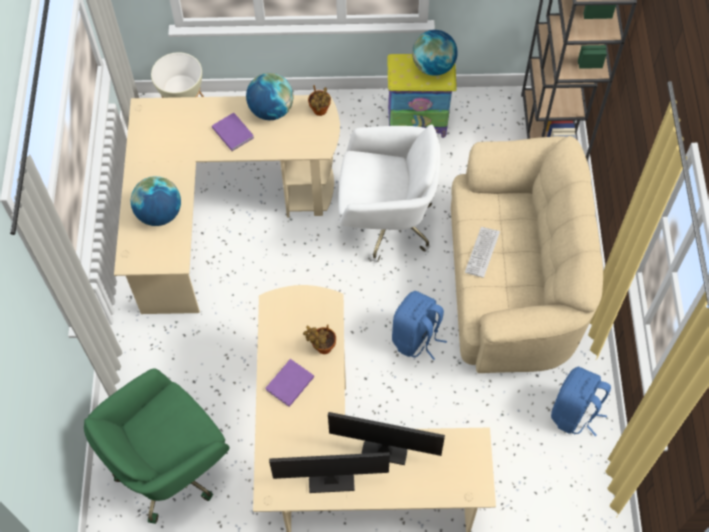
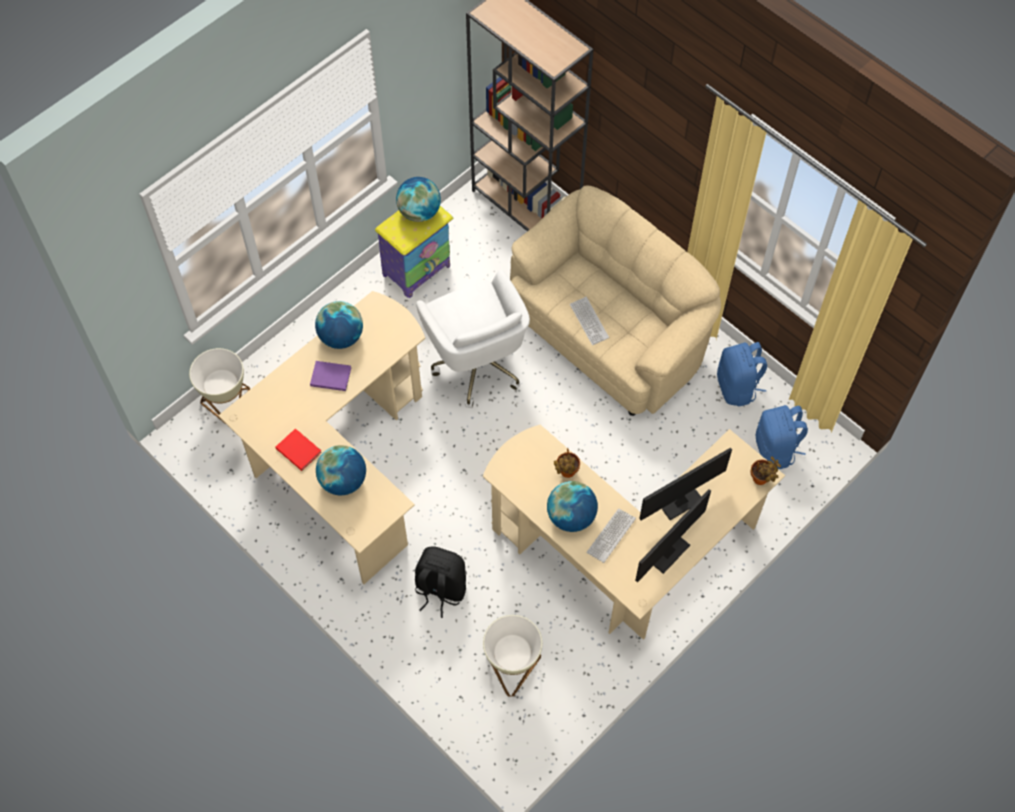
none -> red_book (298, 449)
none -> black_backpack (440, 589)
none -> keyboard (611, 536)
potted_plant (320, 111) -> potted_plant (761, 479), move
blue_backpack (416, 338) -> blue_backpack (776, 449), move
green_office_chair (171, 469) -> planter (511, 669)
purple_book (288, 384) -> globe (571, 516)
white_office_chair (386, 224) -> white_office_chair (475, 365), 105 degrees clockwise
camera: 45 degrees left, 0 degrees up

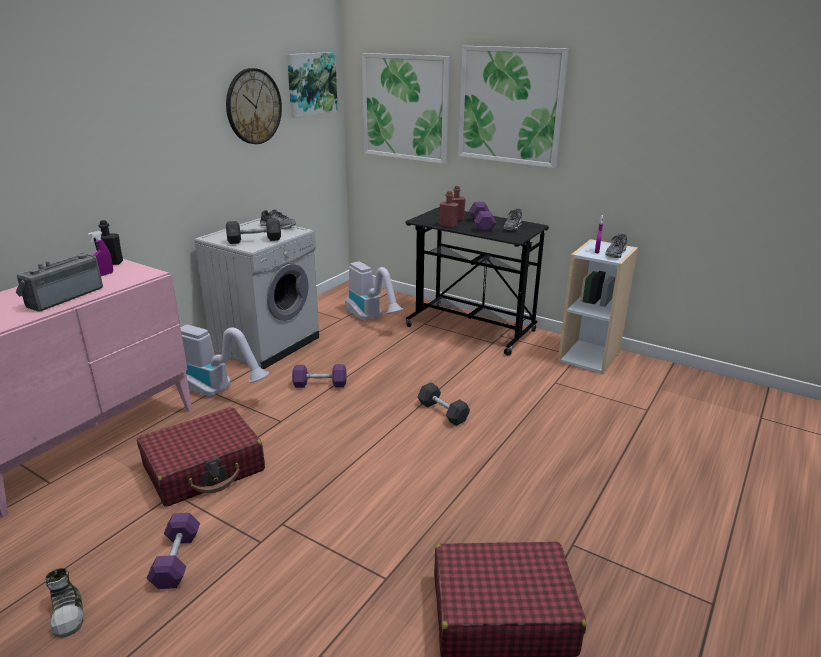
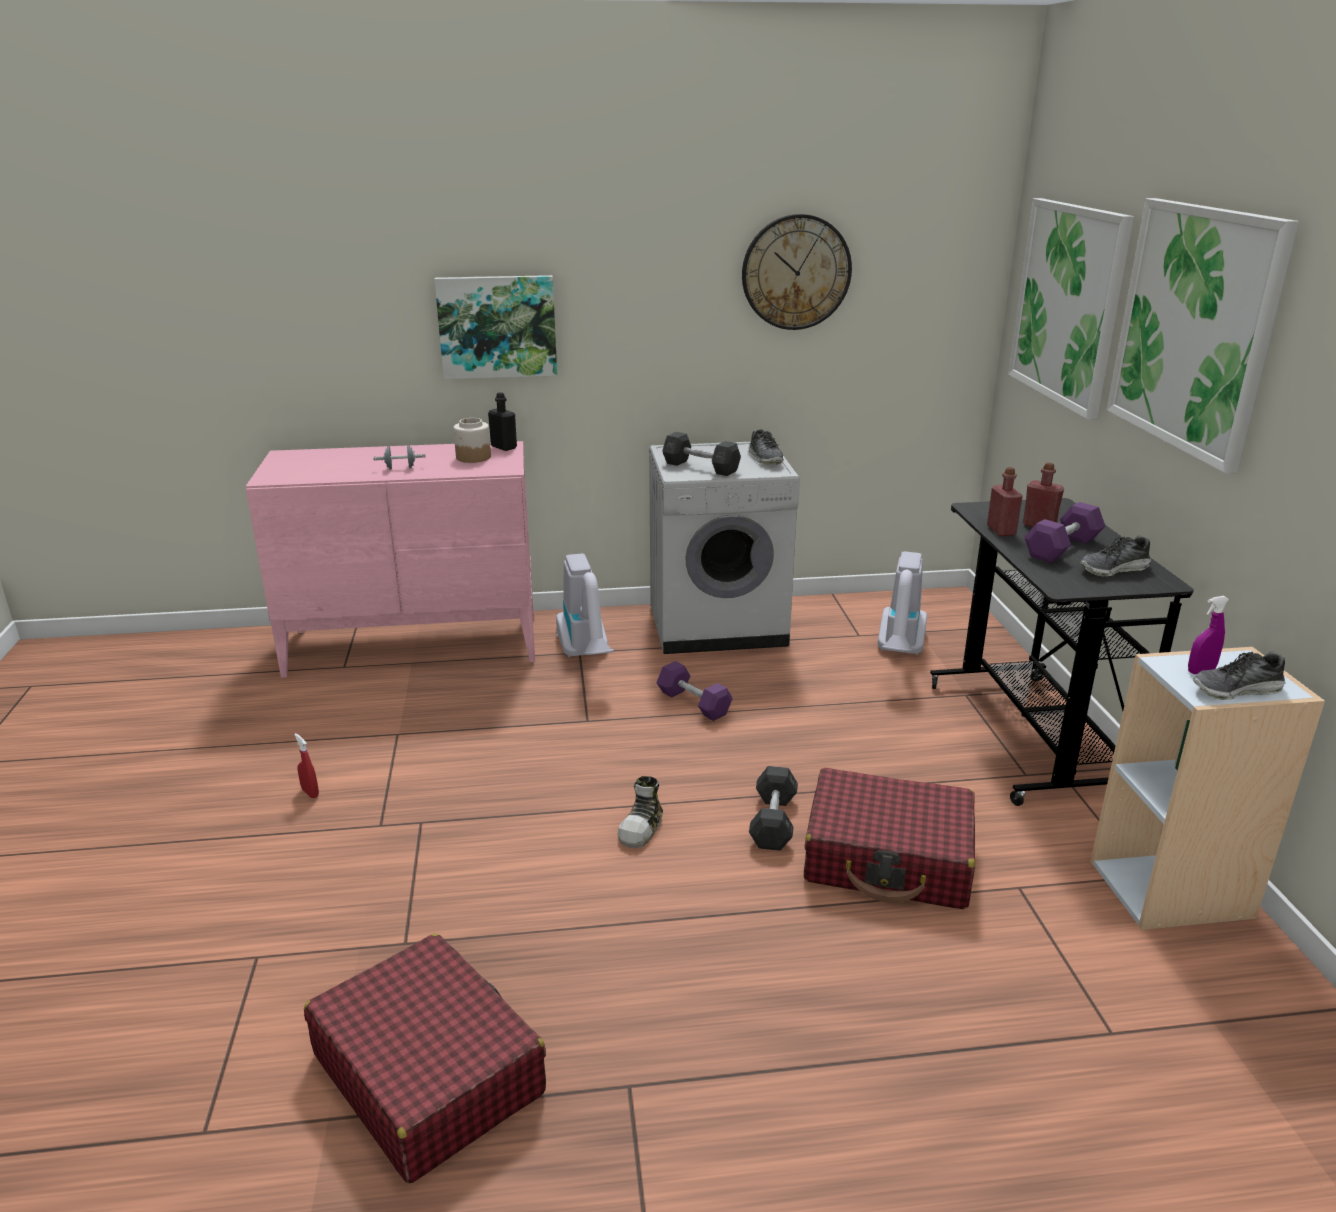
shoe (68, 613) -> shoe (642, 828), move
red_suitcase (204, 468) -> red_suitcase (888, 858), move
picture (311, 84) -> picture (497, 326), move
radio (63, 297) -> grey_dumbbell (400, 468)
purple_spray_bottle (104, 274) -> jar (473, 457)
purple_dumbbell (176, 560) -> red_spray_bottle (310, 793)
camera: 50 degrees right, 0 degrees up

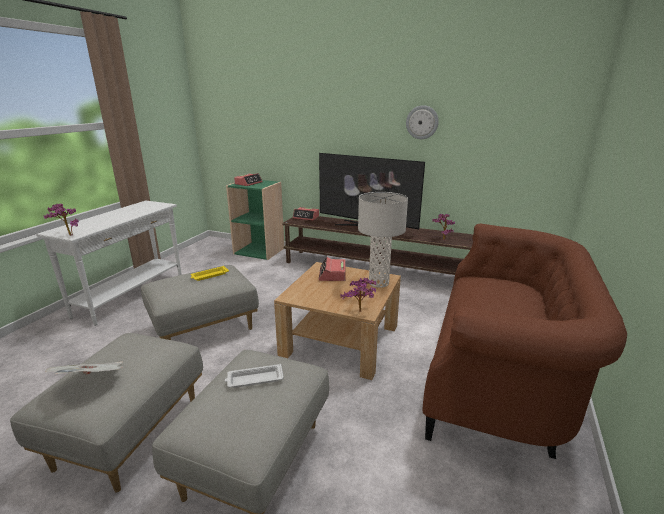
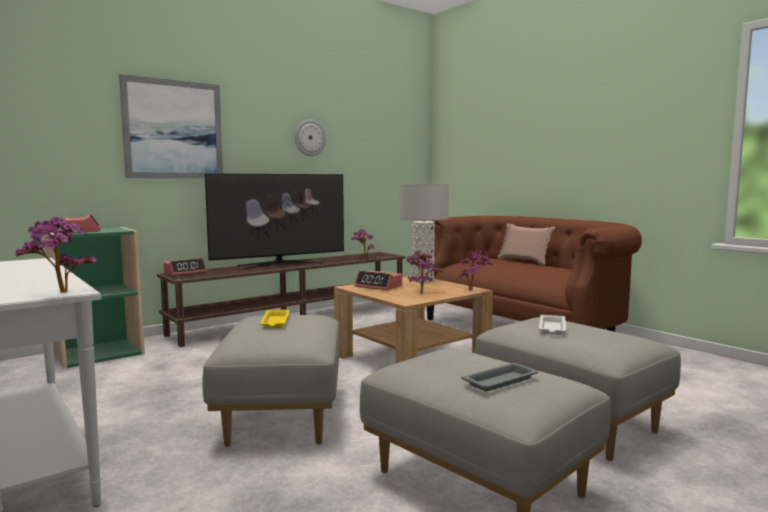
none -> picture (173, 129)
none -> potted_plant (421, 293)
none -> beige_pillow (524, 261)
newspaper (93, 381) -> grey_tray (501, 381)
camera: 60 degrees left, 15 degrees down

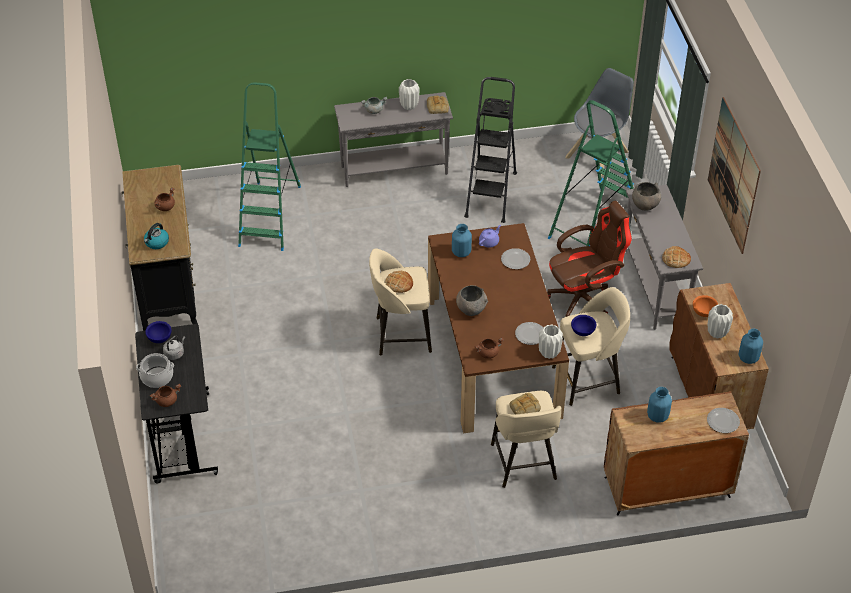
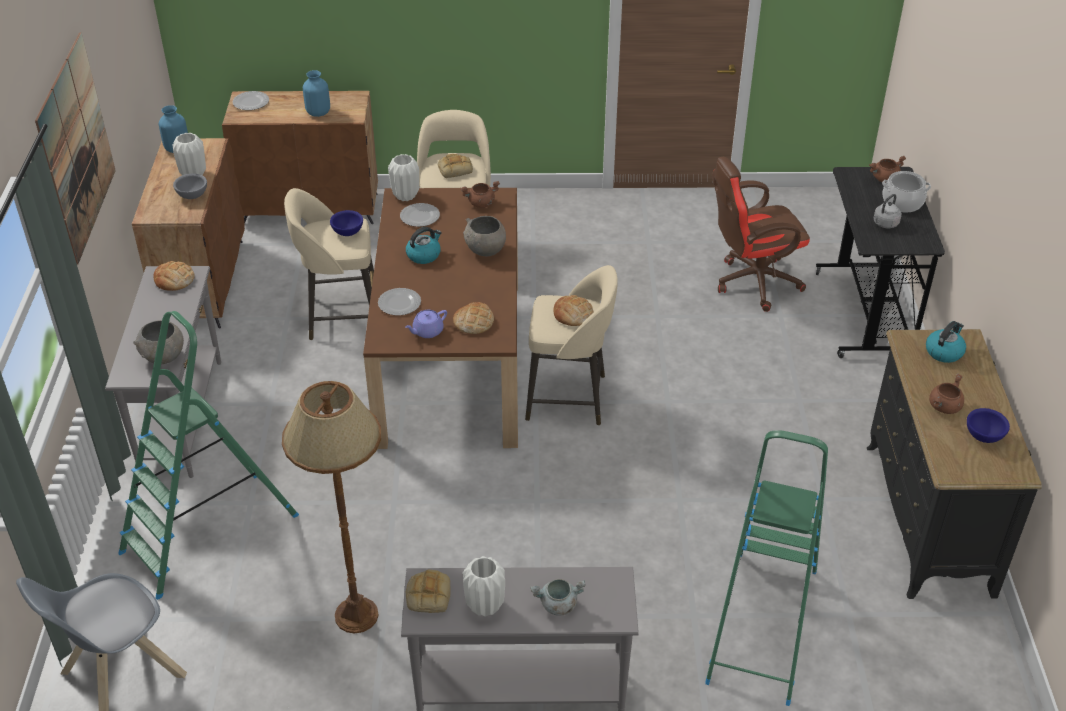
none -> kettle (424, 255)
blue_bowl (160, 338) -> blue_bowl (983, 436), move
brown_office_chair (584, 299) -> brown_office_chair (750, 284), move
blue_vase (461, 252) -> bread (473, 322)
step_ladder (491, 193) -> brown_floor_lamp (356, 615)
orange_bowl (703, 312) -> grey_bowl (192, 196)
camera: 170 degrees left, 5 degrees down

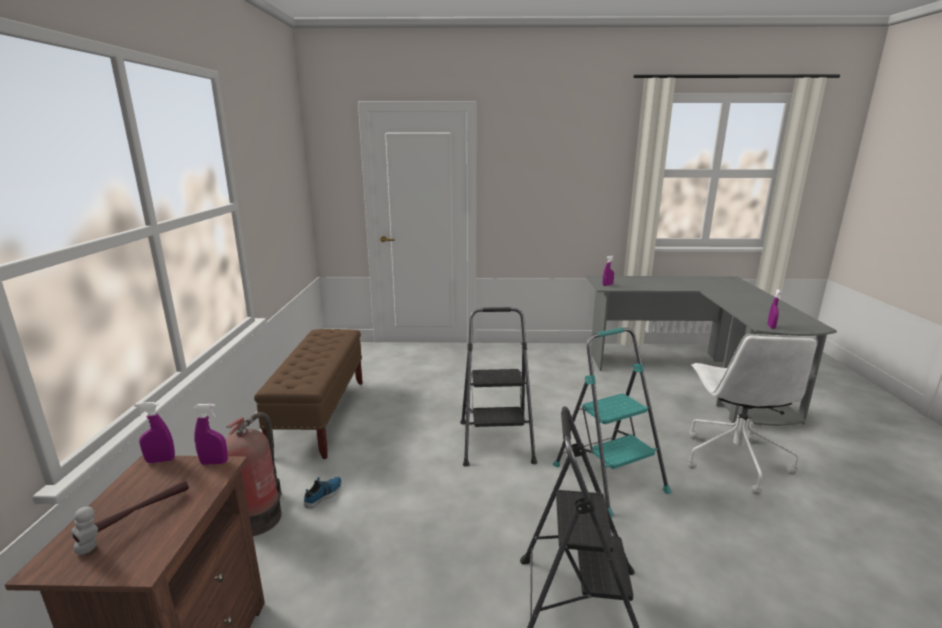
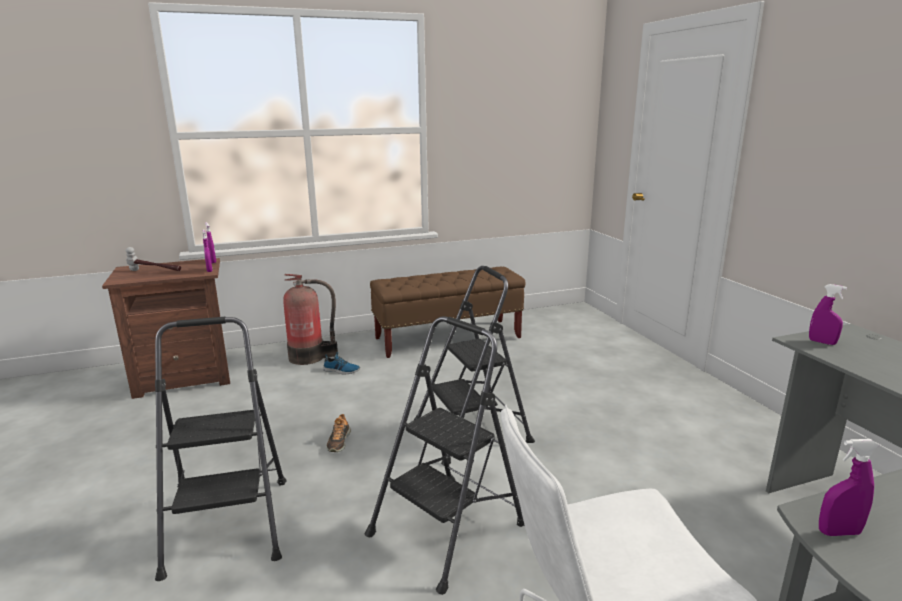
none -> shoe (338, 442)
turquoise_step_ladder (607, 475) -> black_step_ladder (450, 526)
camera: 70 degrees right, 0 degrees up

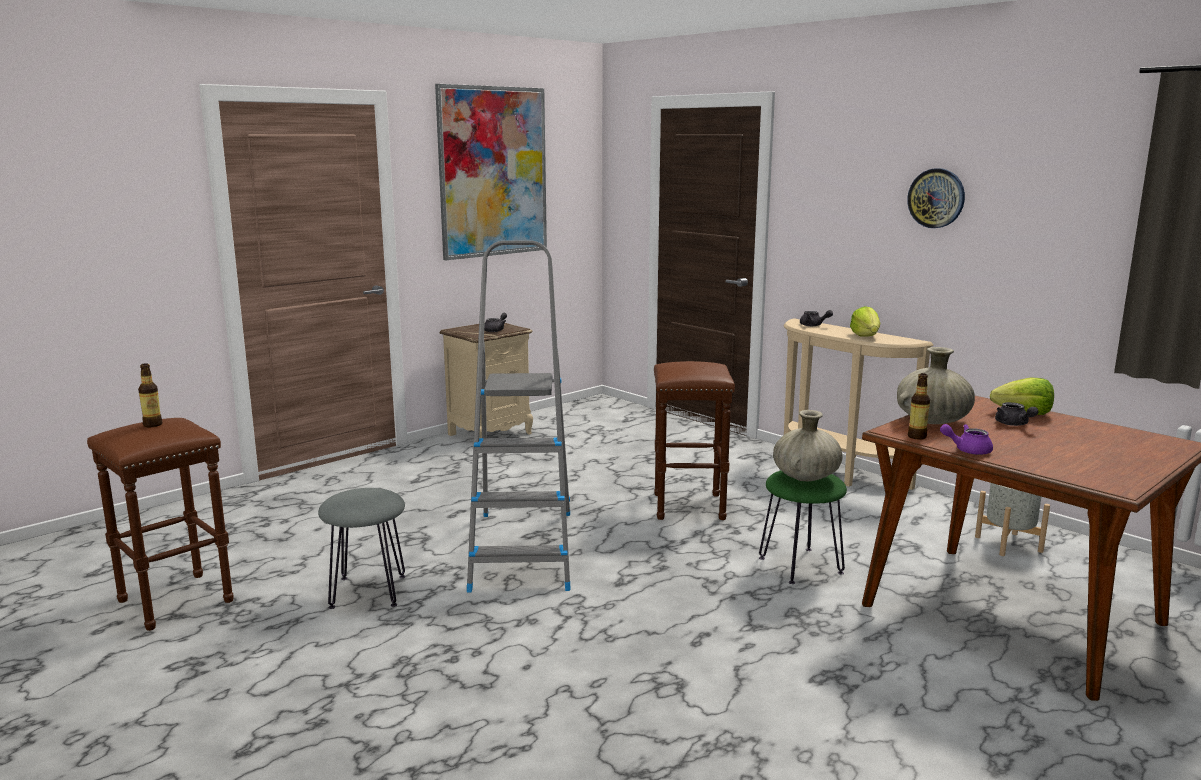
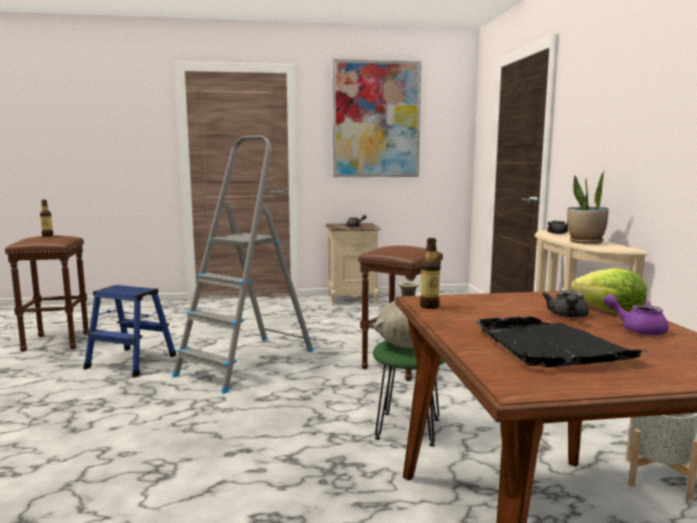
beige_vase (932, 421) -> none
wall_clock (936, 198) -> none
none -> black_tray (550, 347)
purple_teapot (967, 450) -> purple_teapot (637, 329), move
grey_stool (368, 591) -> blue_step_ladder (131, 361)
lettuce (866, 336) -> potted_plant (585, 242)
camera: 35 degrees right, 5 degrees down

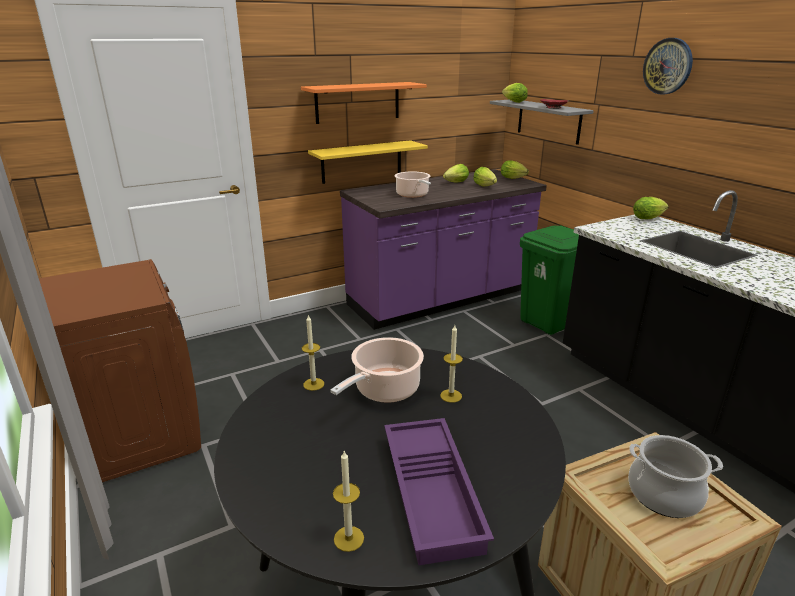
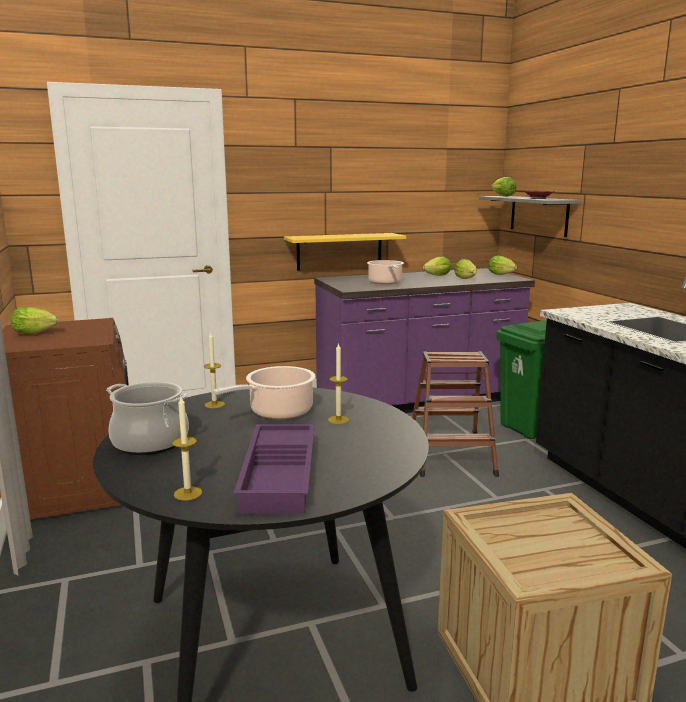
orange_shelf (357, 102) -> none
wall_clock (668, 66) -> none
none -> brown_step_ladder (450, 453)
cooking_pot (664, 495) -> cooking_pot (150, 442), move
lettuce (649, 218) -> lettuce (37, 333), move
camera: 10 degrees right, 10 degrees down

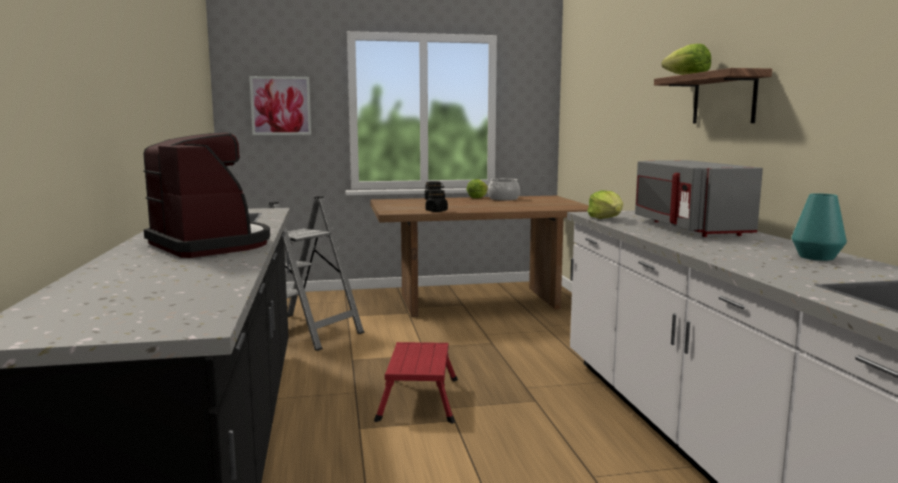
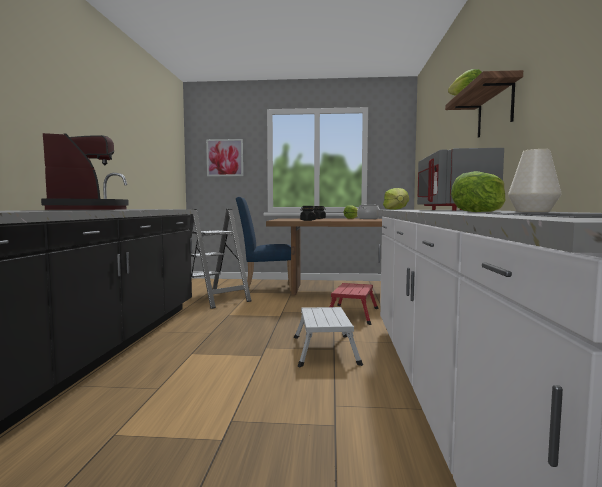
none -> blue_chair (264, 287)
none -> white_step_ladder (325, 350)
none -> lettuce (479, 212)
red_step_ladder (419, 398) -> red_step_ladder (352, 314), move
turquoise_vase (816, 257) -> white_vase (533, 211)
camera: 15 degrees right, 5 degrees down

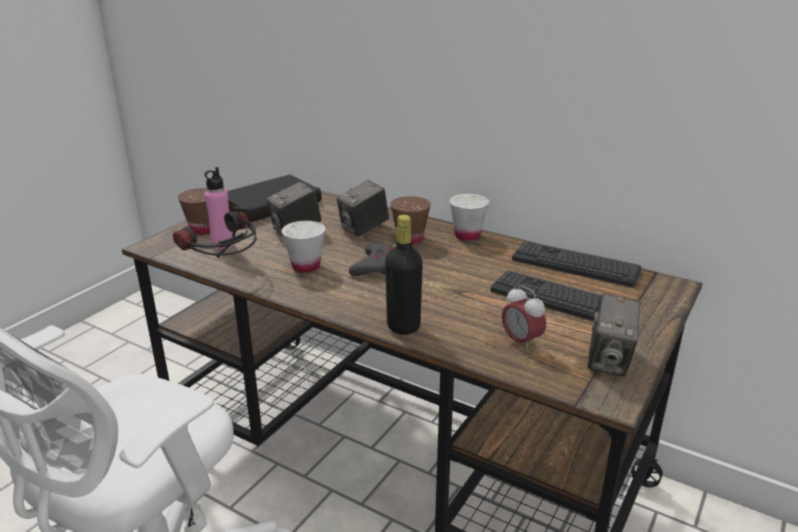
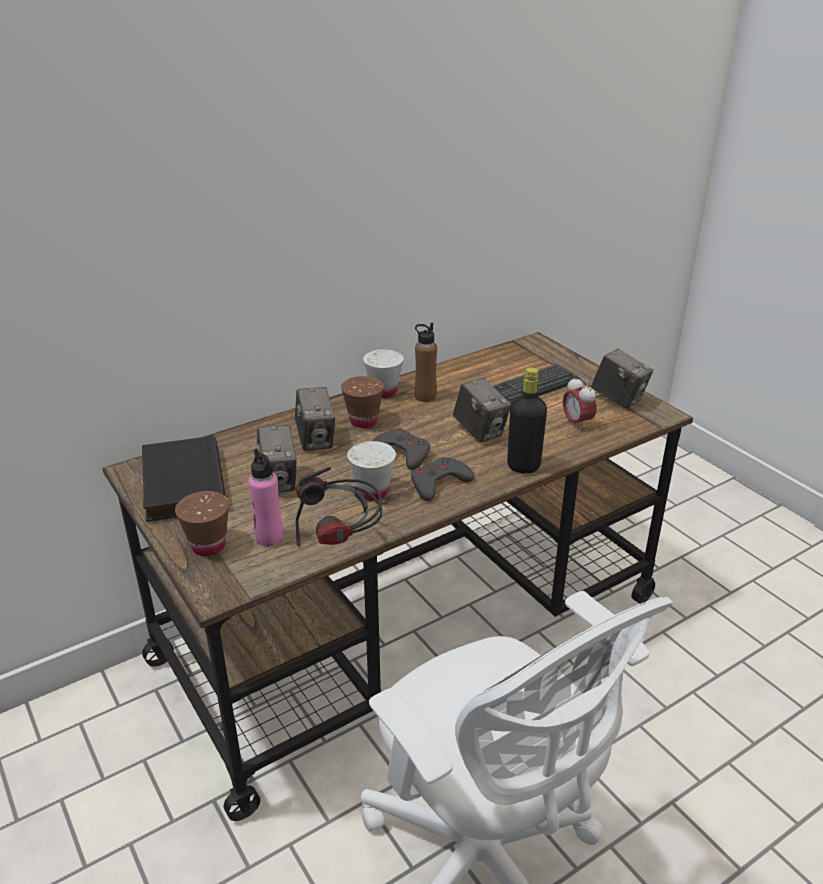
keyboard (575, 265) -> none
none -> grey_game_controller (439, 483)
none -> brown_bottle (425, 396)
none -> photo_camera (480, 431)
alarm_clock (521, 342) -> alarm_clock (576, 423), 75 degrees clockwise
camera: 65 degrees left, 5 degrees up

